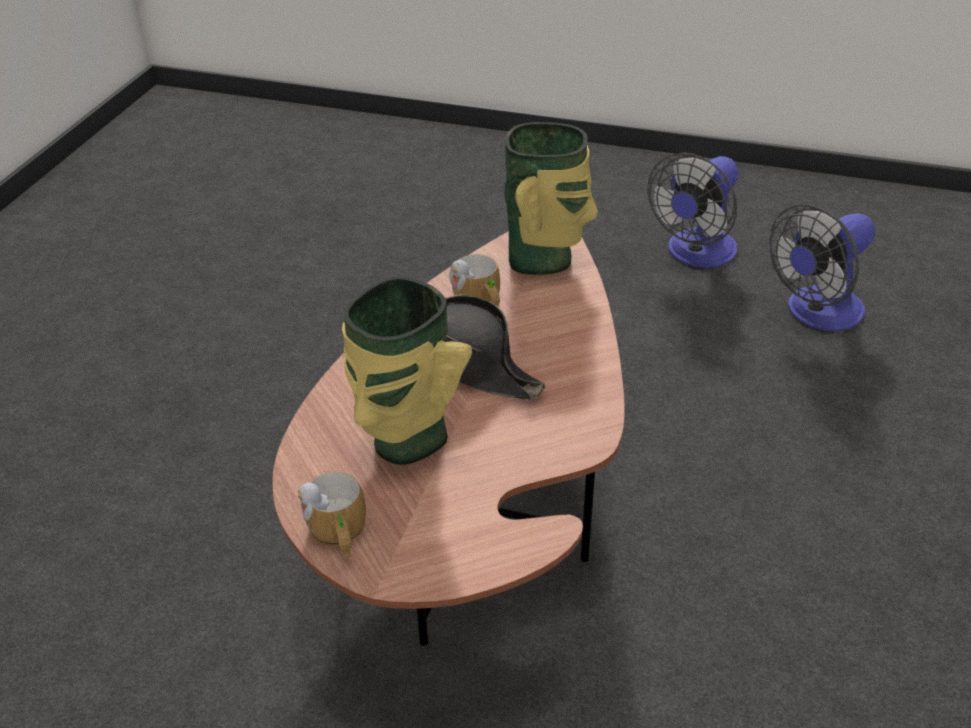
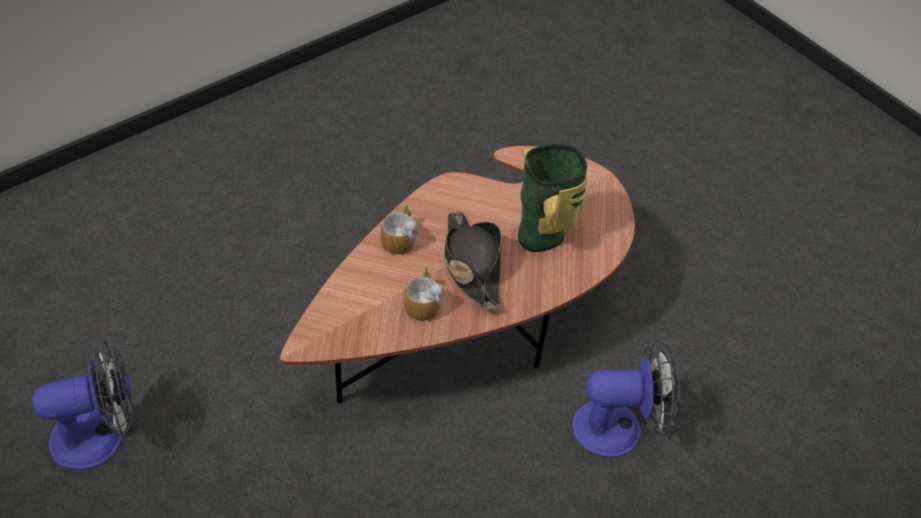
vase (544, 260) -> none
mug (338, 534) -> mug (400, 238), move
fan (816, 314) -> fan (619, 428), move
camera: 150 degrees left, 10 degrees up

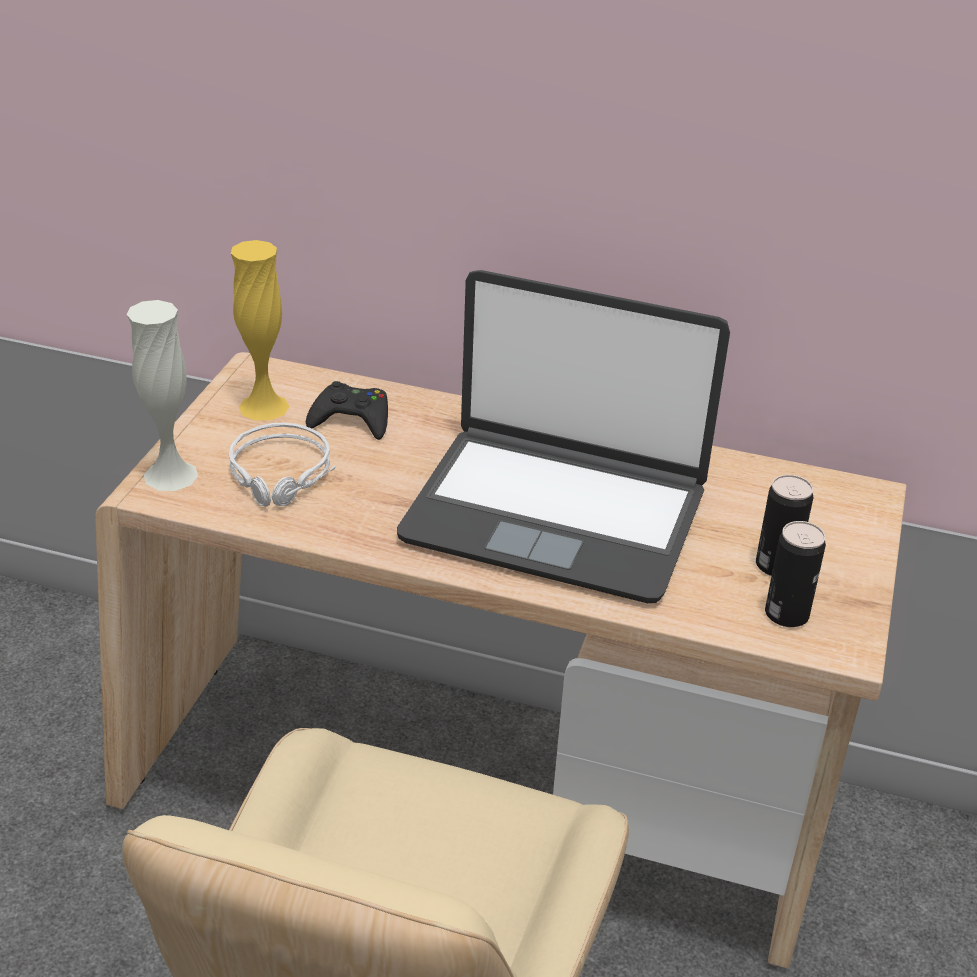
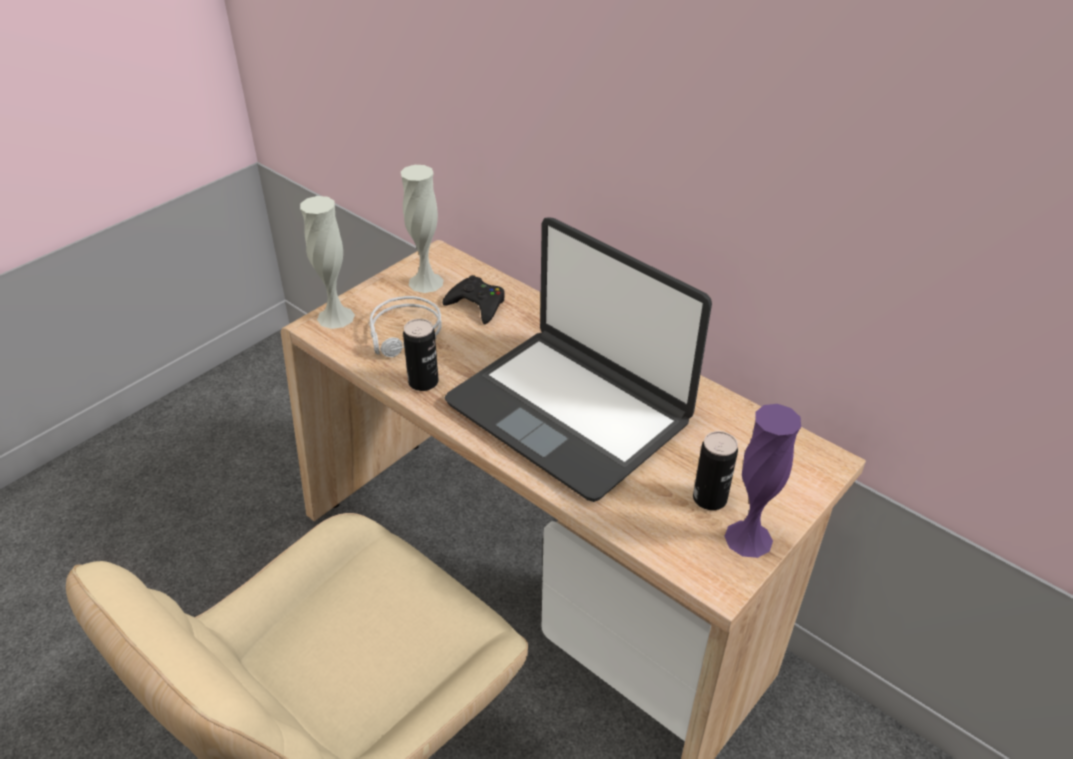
none -> purple_vase (748, 538)
can (786, 614) -> can (423, 382), move
yellow_vase (264, 406) -> white_vase (426, 282)
camera: 25 degrees right, 5 degrees up

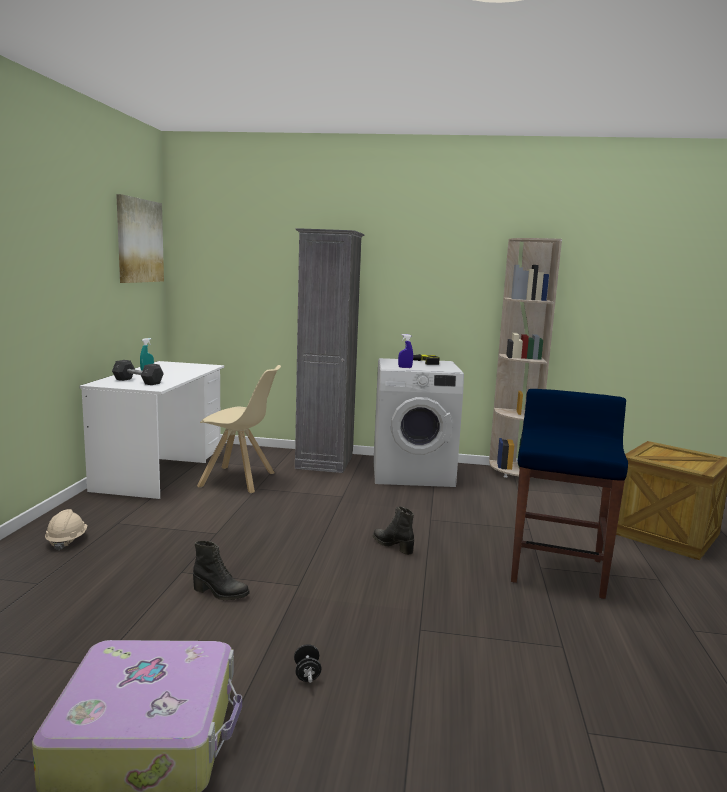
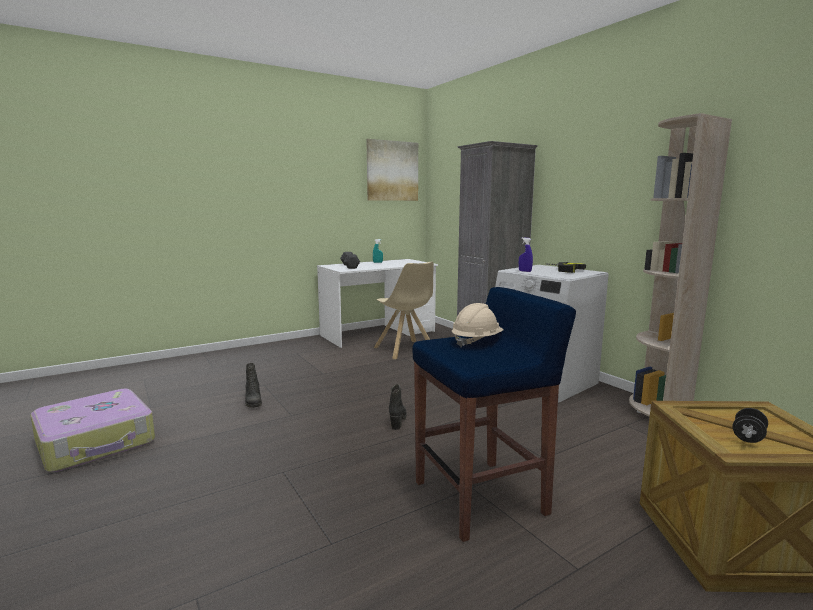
beige_hard_hat (67, 541) -> beige_hard_hat (476, 341), move
black_dumbbell (307, 674) -> black_dumbbell (748, 437), move
camera: 50 degrees right, 0 degrees up

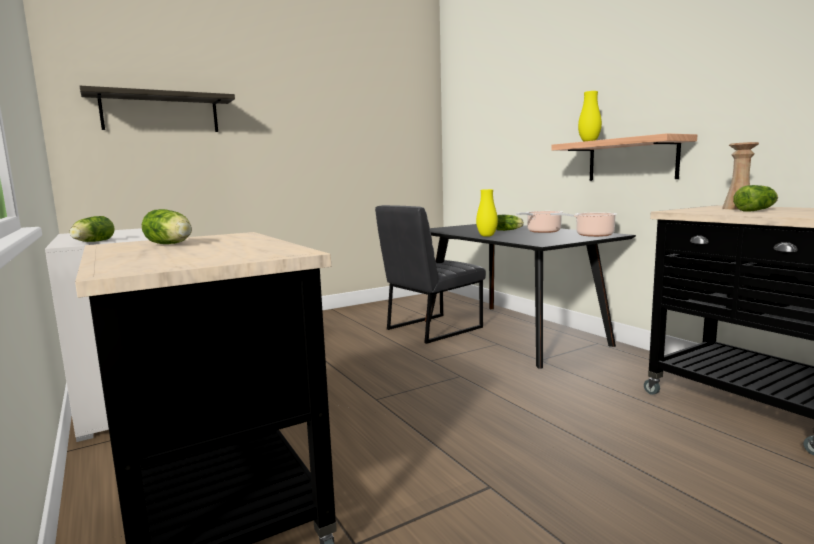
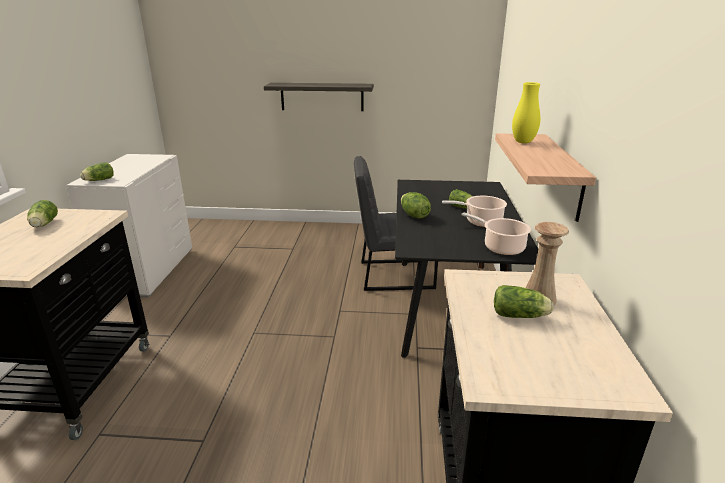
shelf (161, 113) -> shelf (322, 96), move
yellow_vase (486, 236) -> lettuce (414, 215)
camera: 35 degrees right, 15 degrees up

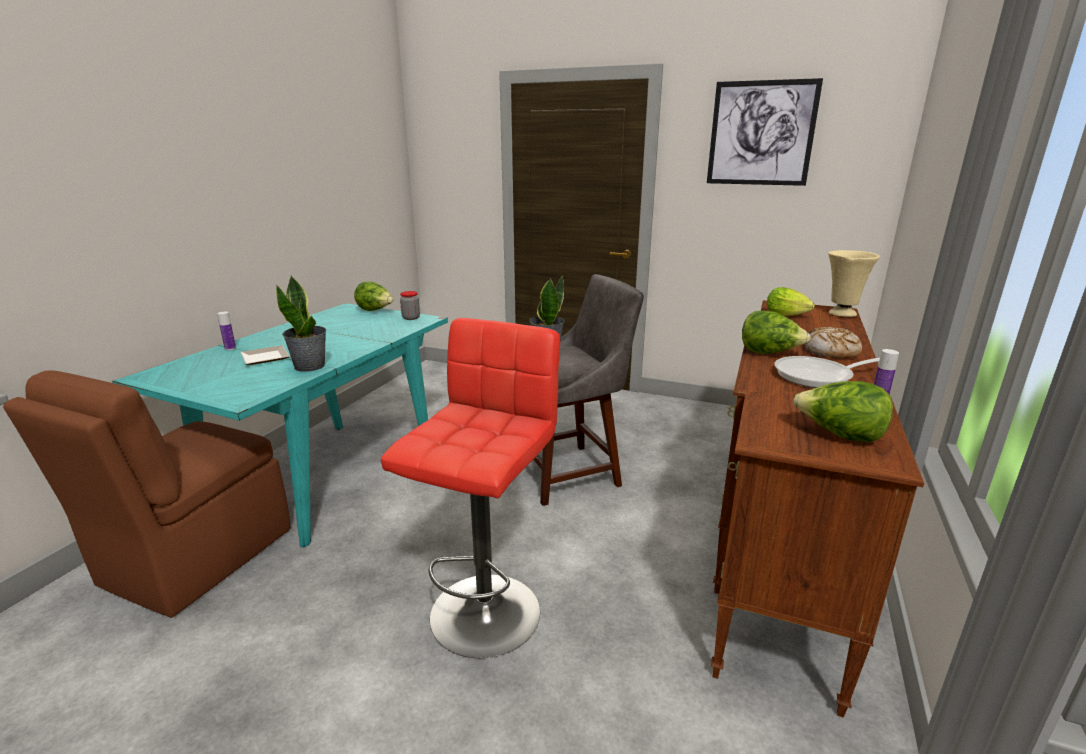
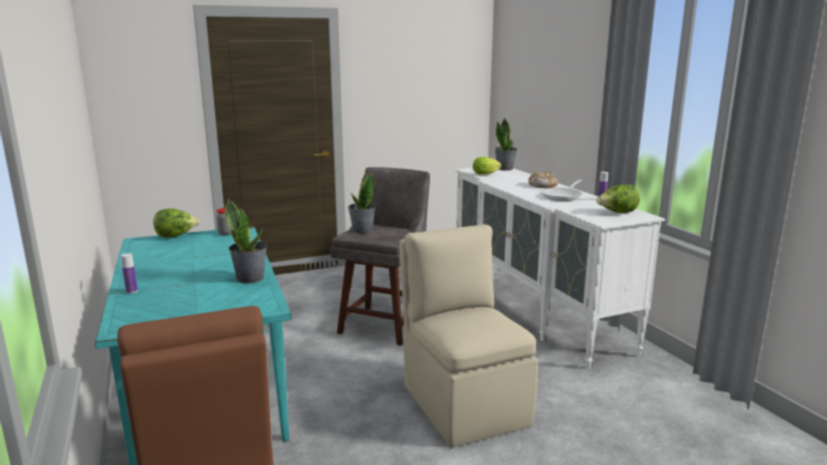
plate (267, 358) -> none
picture (761, 133) -> none
lettuce (769, 353) -> none
red_stool (487, 613) -> beige_chair (464, 403)
beige_vase (841, 314) -> potted_plant (505, 168)
brown_cabinet (777, 542) -> white_cabinet (534, 310)
camera: 45 degrees left, 5 degrees down

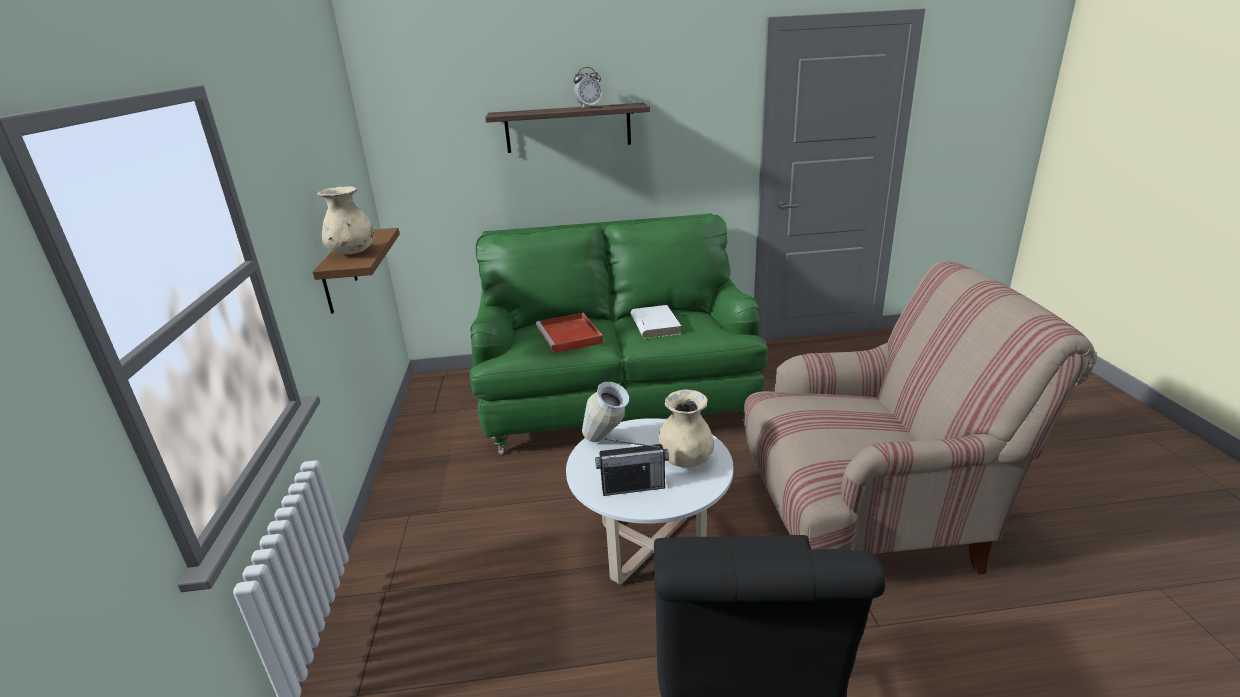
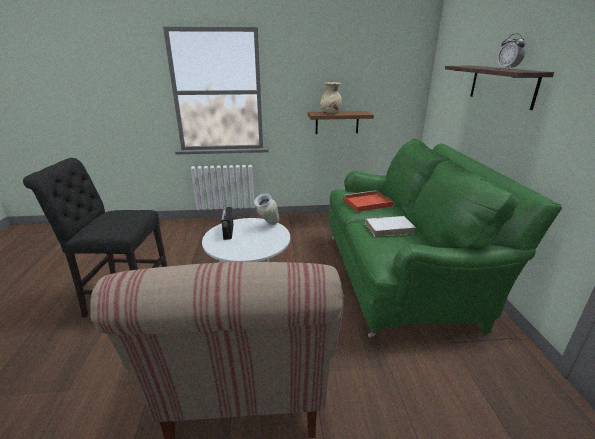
beige_vase (686, 460) -> none
camera: 90 degrees right, 0 degrees up

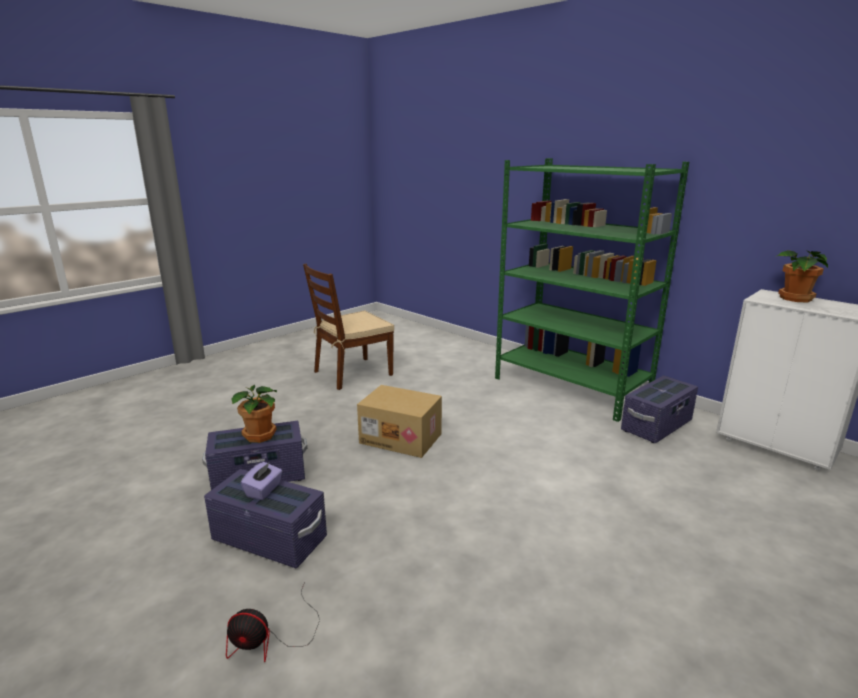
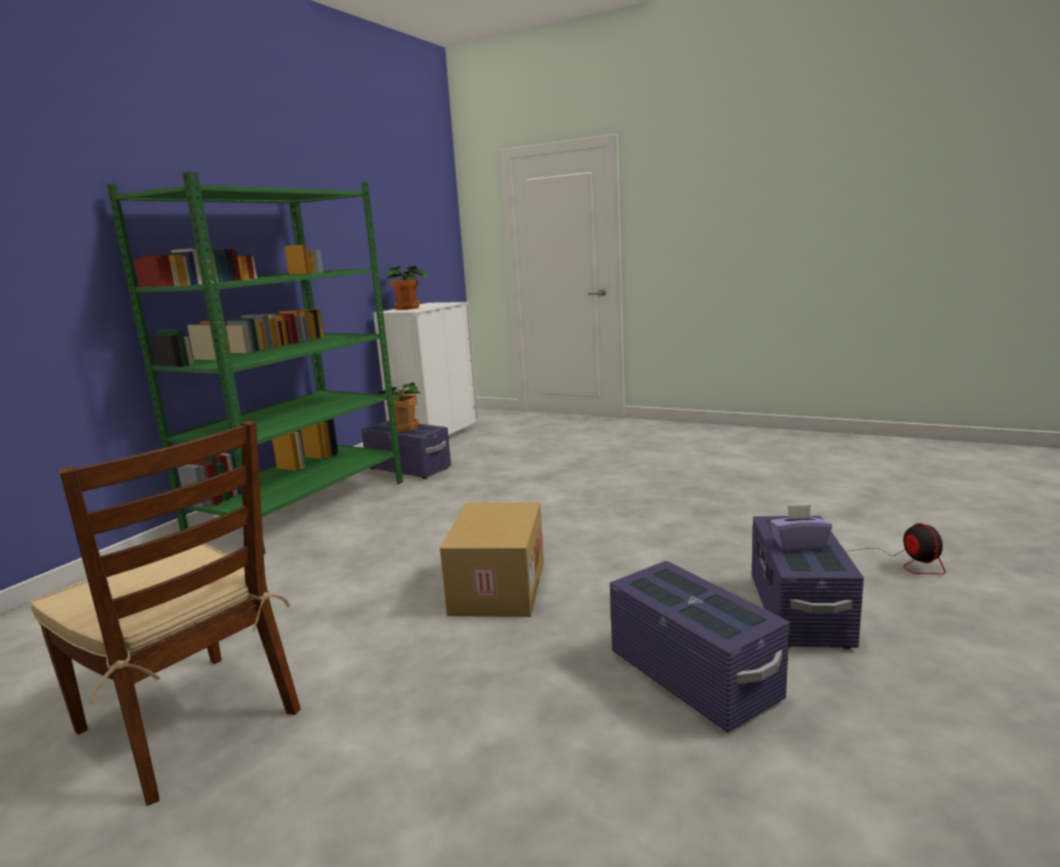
potted_plant (261, 435) -> potted_plant (404, 428), move
camera: 105 degrees left, 5 degrees down

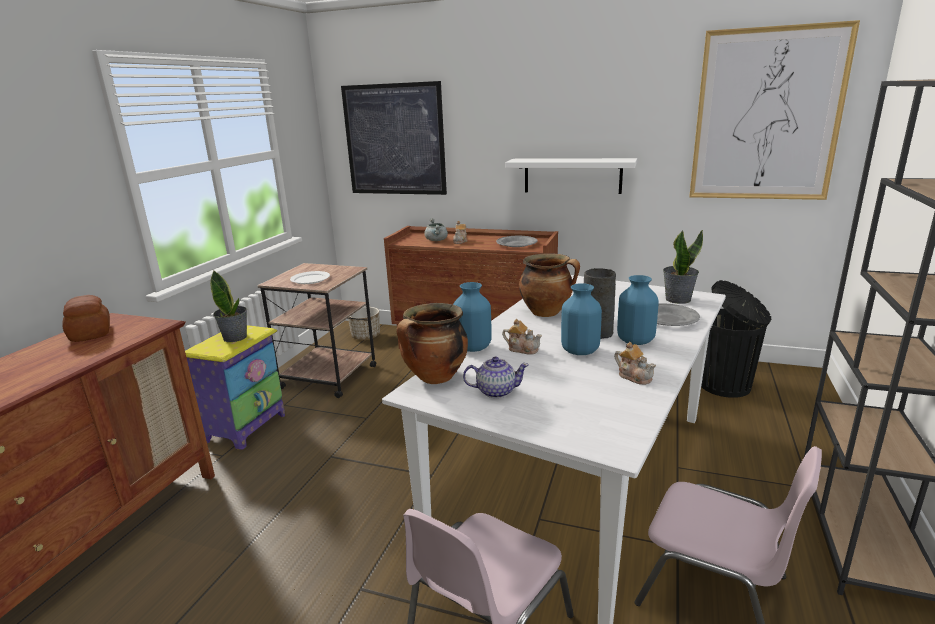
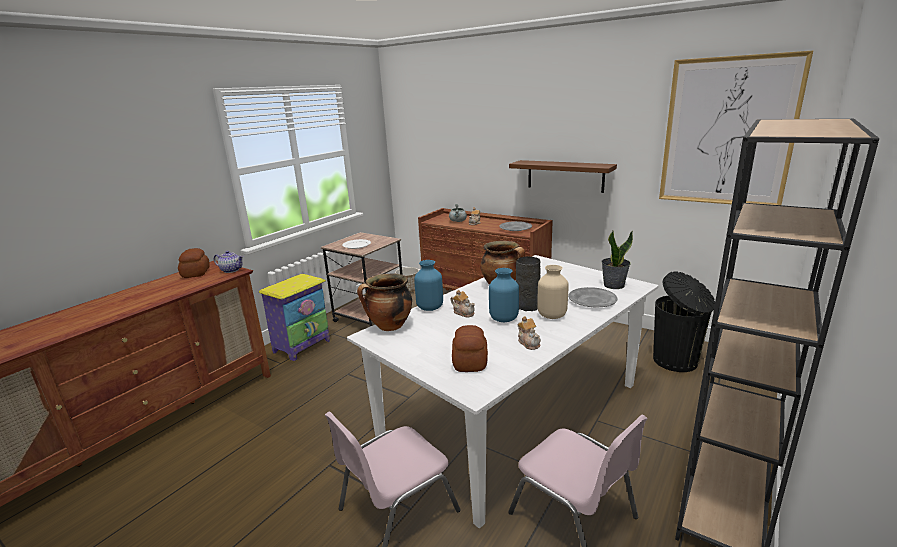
potted_plant (235, 337) -> none
picture (394, 140) -> none
none -> bread (469, 361)
teapot (495, 391) -> teapot (231, 270), move
white_shelf (572, 175) -> brown_shelf (565, 176)
blue_vase (636, 341) -> beige_vase (552, 315)
camera: 15 degrees right, 0 degrees up

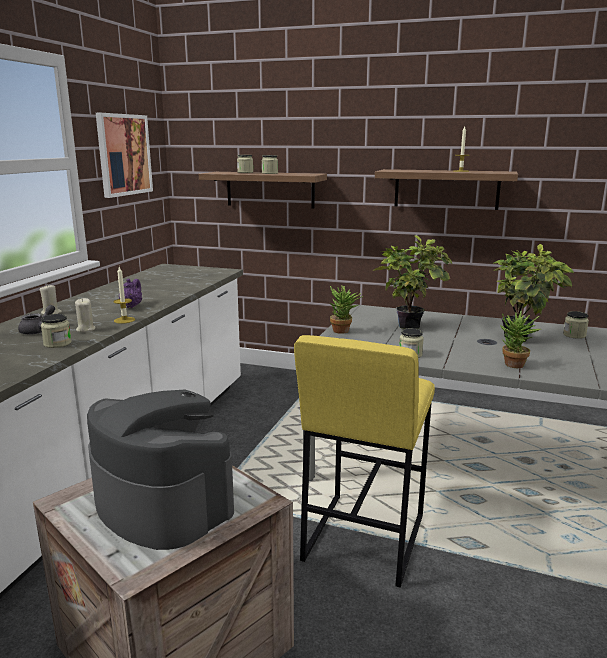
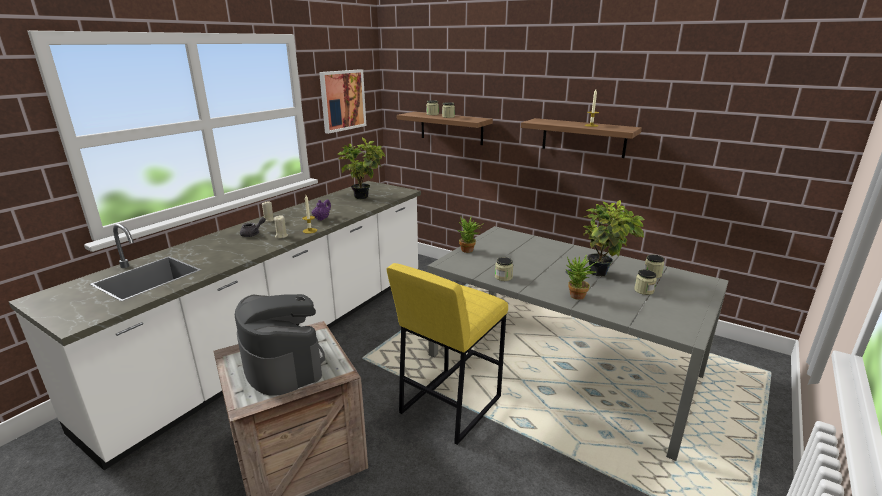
jar (57, 343) -> jar (644, 290), move
potted_plant (411, 326) -> potted_plant (364, 197), move
camera: 15 degrees right, 5 degrees up

